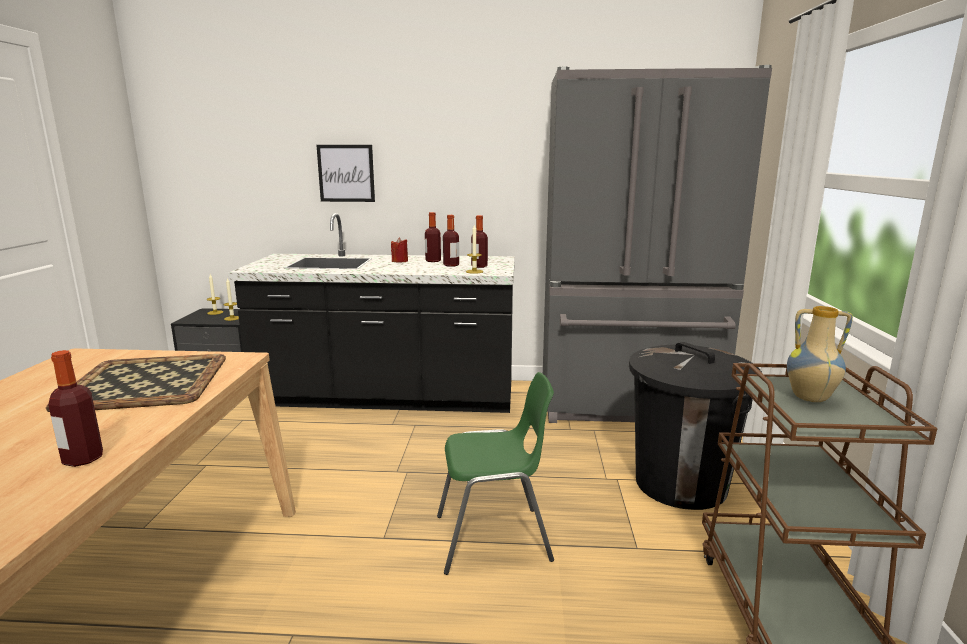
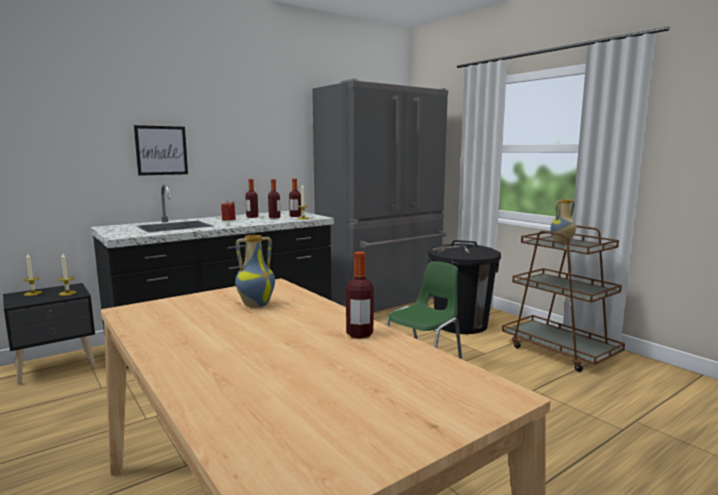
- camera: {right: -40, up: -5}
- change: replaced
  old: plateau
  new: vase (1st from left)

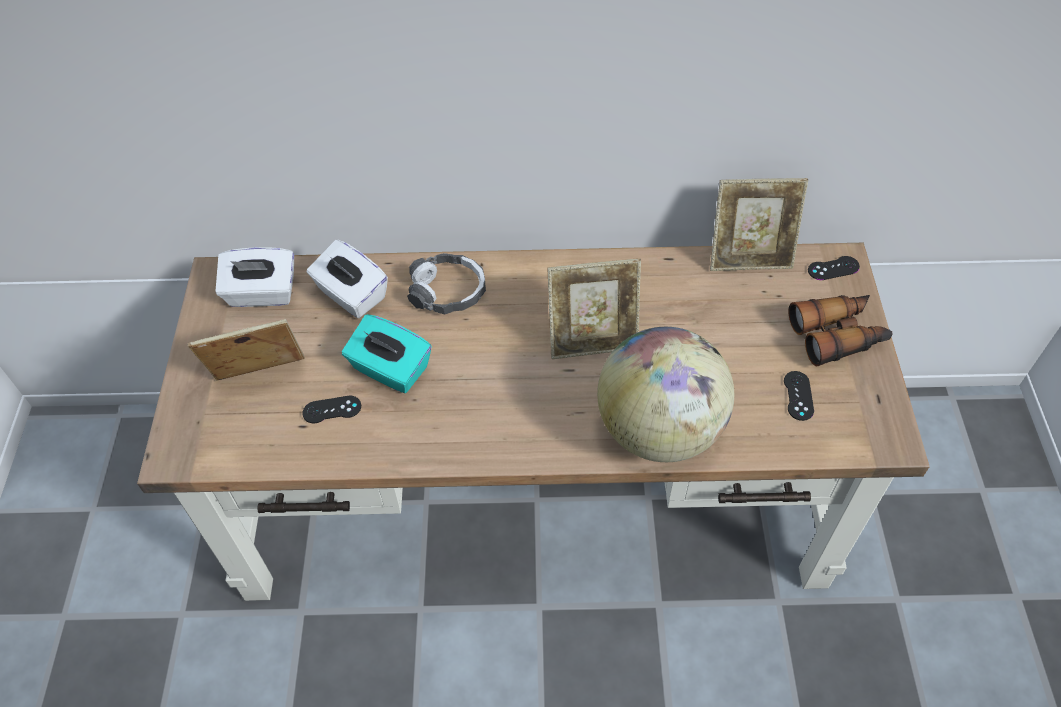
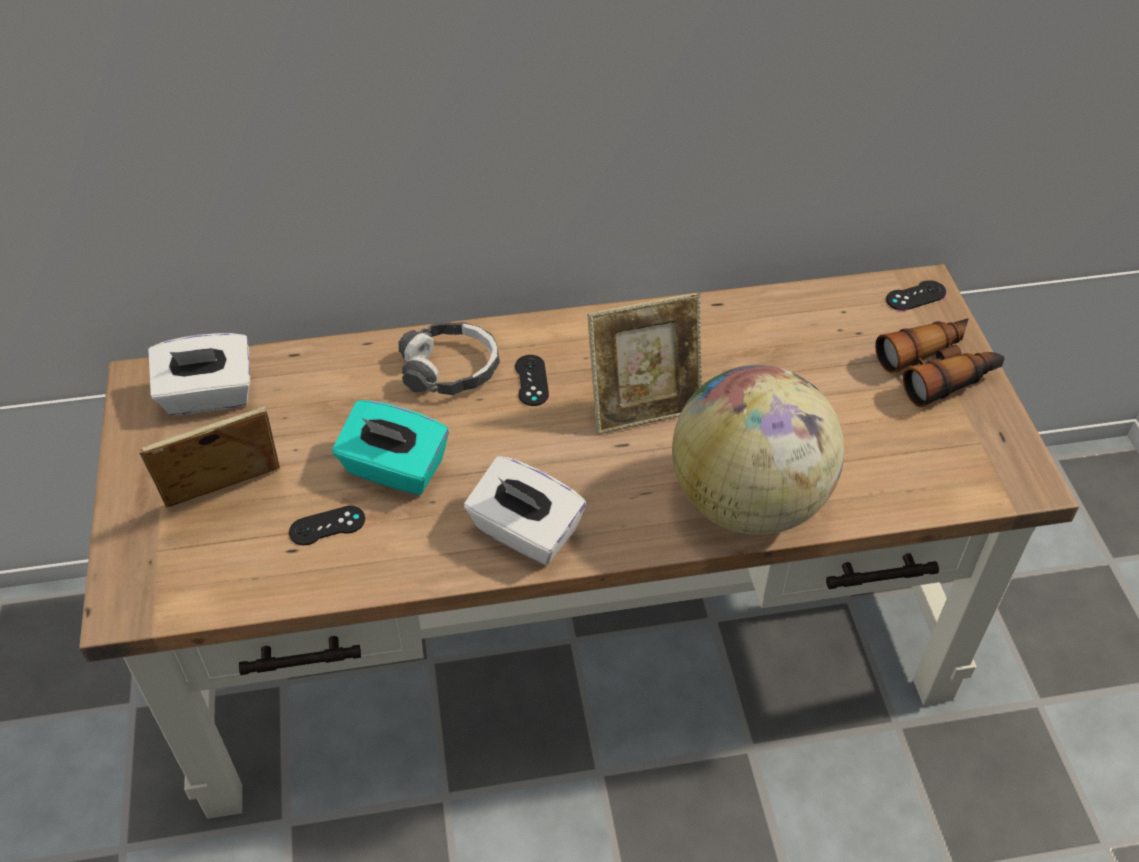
- camera: {right: -10, up: -5}
- change: moved
  old: boîte à mouchoirs [blanc] (2nd from left)
- change: removed
  old: cadre photo (3rd from left)
- change: moved
  old: manette [noir] (2nd from left)

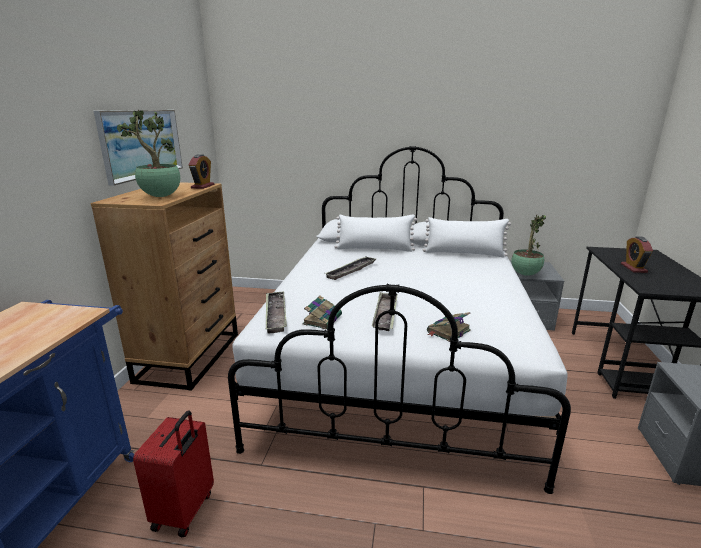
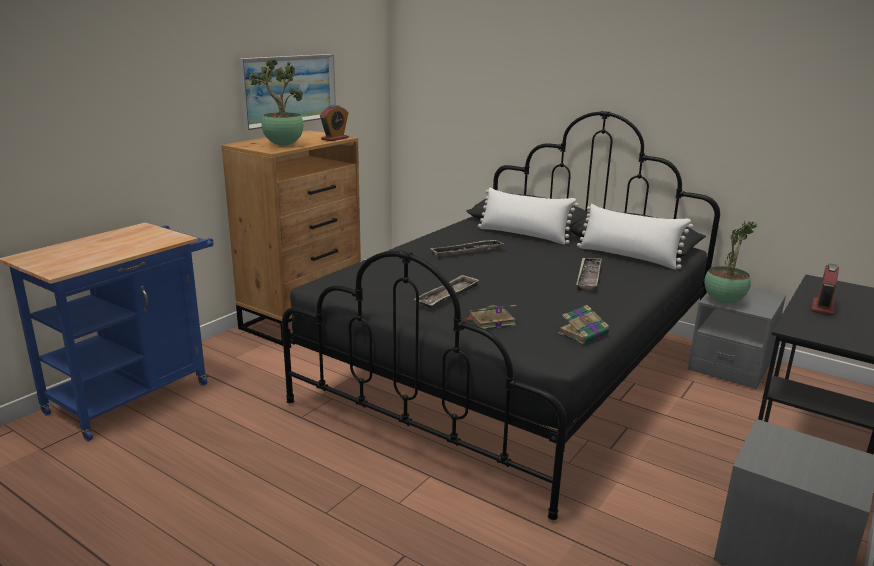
- camera: {right: 25, up: 0}
- change: removed
  old: valise [rouge]
- change: recoloured
  old: lit [blanc]
  new: lit [noir]
- change: moved
  old: plateau (1st from left in the first image)
  new: plateau (3rd from left)
- change: moved
  old: livre (1st from left in the first image)
  new: livre (2nd from left)

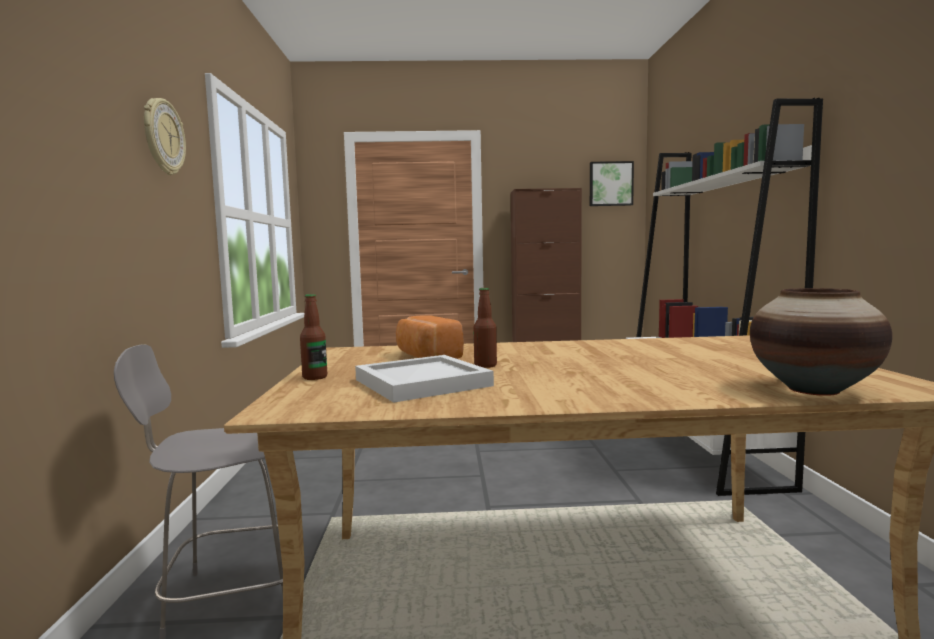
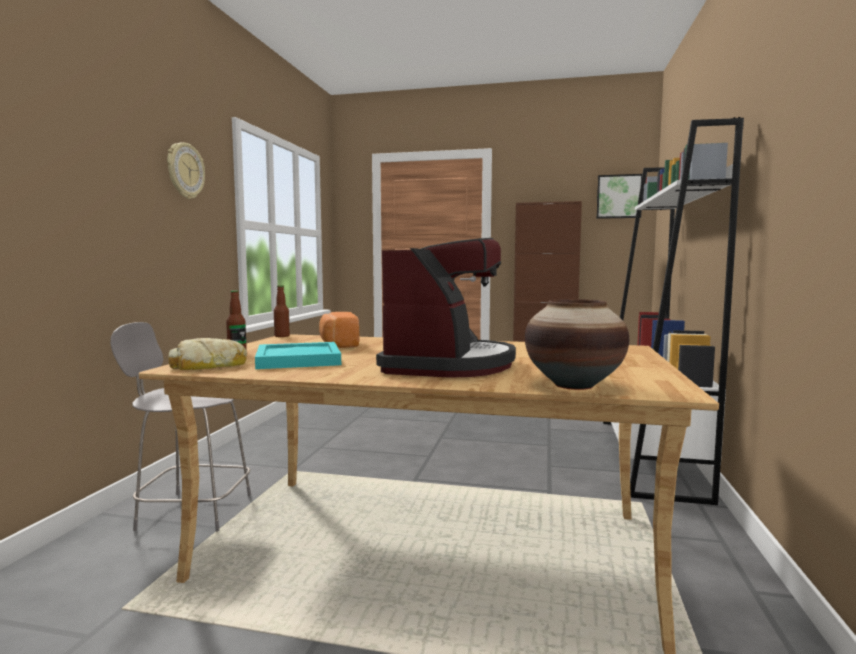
- camera: {right: 15, up: 0}
- change: recoloured
  old: plateau [blanc]
  new: plateau [turquoise]
- change: moved
  old: bouteille (2nd from left)
- change: added
  new: pain (1st from left)
- change: added
  new: machine à café

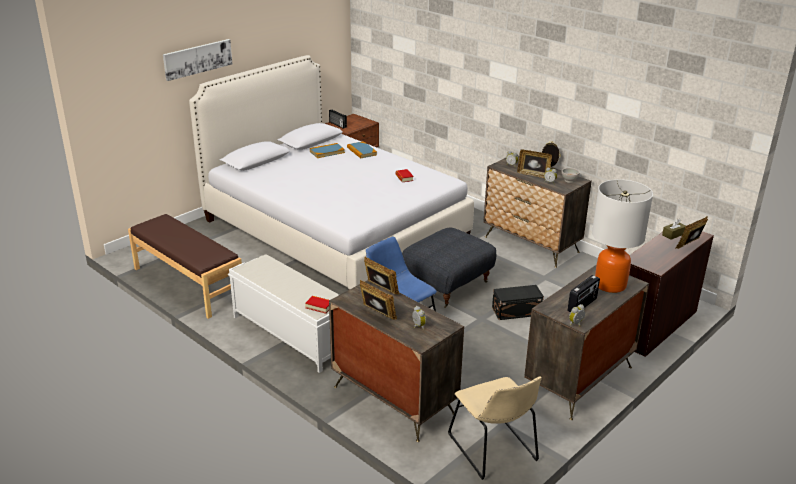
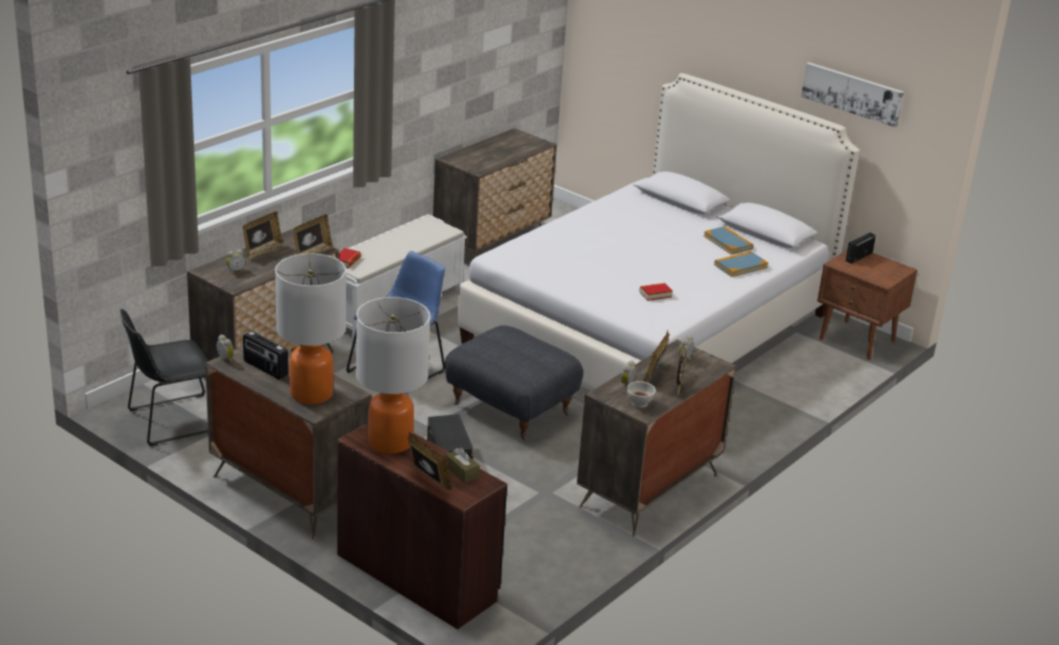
- camera: {right: 85, up: 0}
- change: replaced
  old: banc [marron]
  new: commode (3rd from left)
- change: moved
  old: tableau
- change: recoloured
  old: chaise [beige]
  new: chaise [noir]
- change: added
  new: lampe de table (2nd from left)

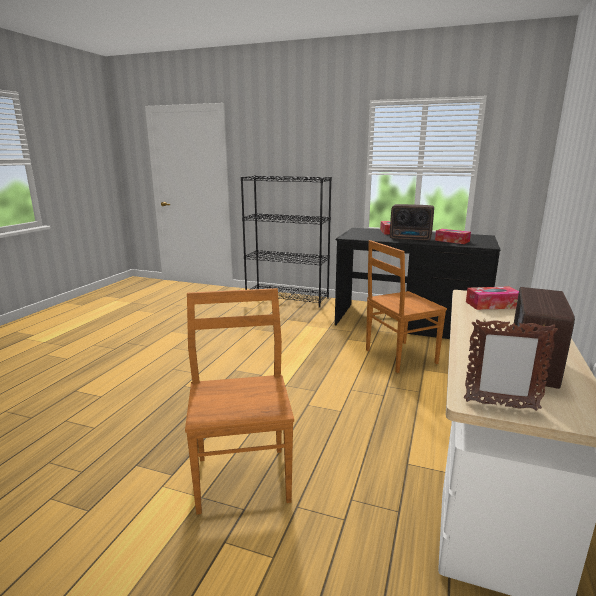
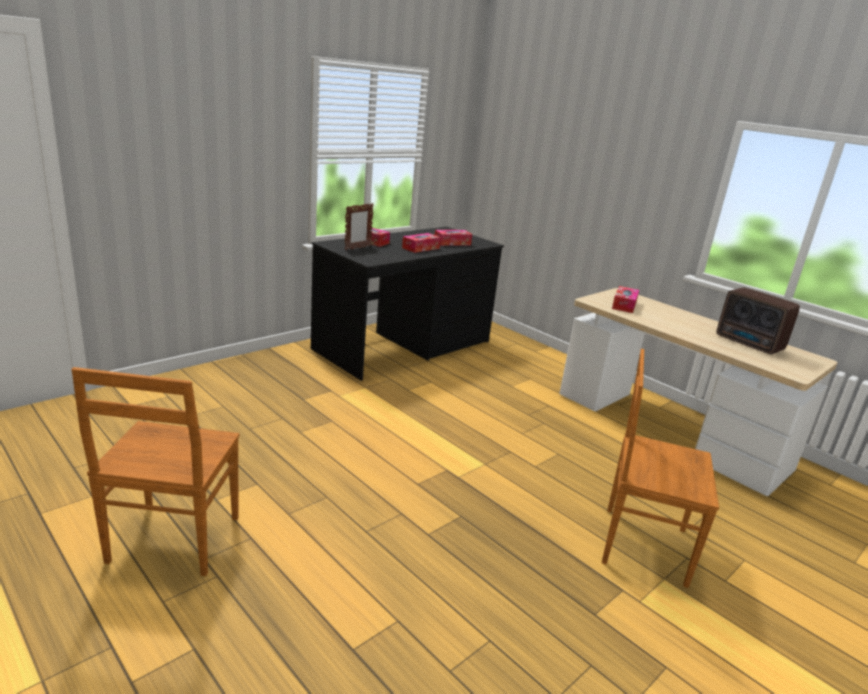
- camera: {right: -65, up: 5}
- change: removed
  old: bibliothèque [noir]
- change: moved
  old: chaise [marron] (2nd from left in the first image)
  new: chaise [marron] (1st from left)
- change: replaced
  old: radio (1st from left)
  new: boîte à mouchoirs (2nd from left)
- change: moved
  old: cadre photo

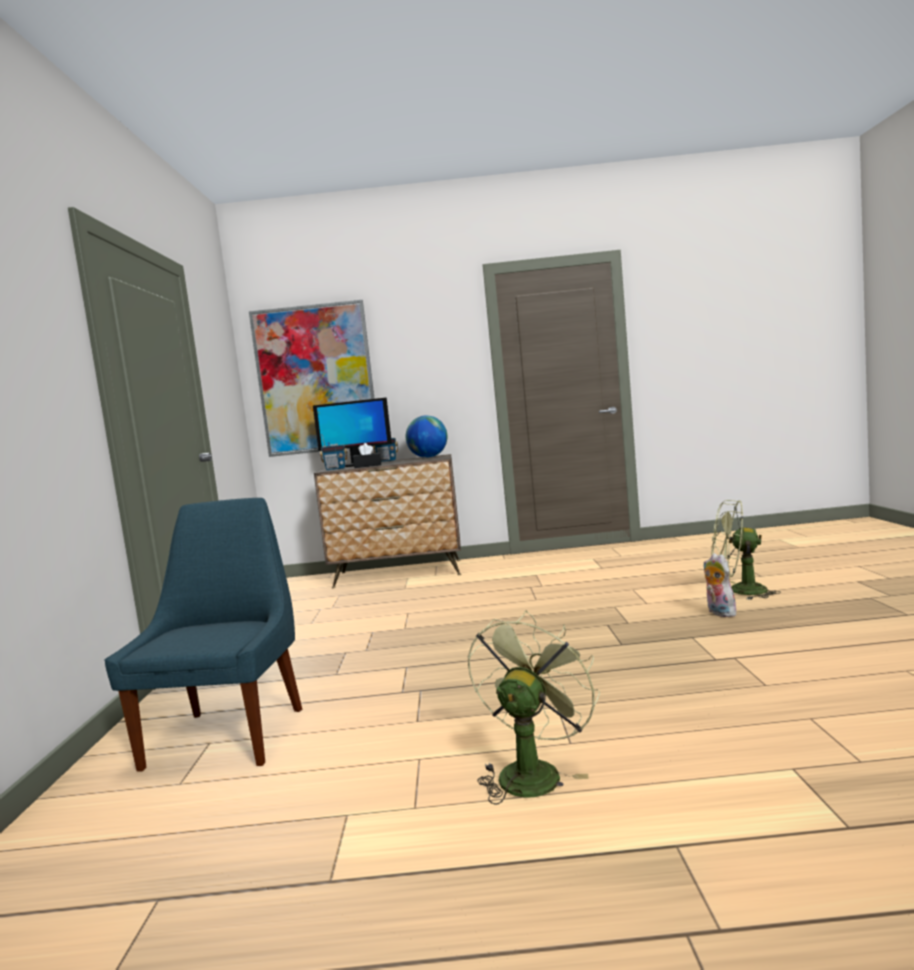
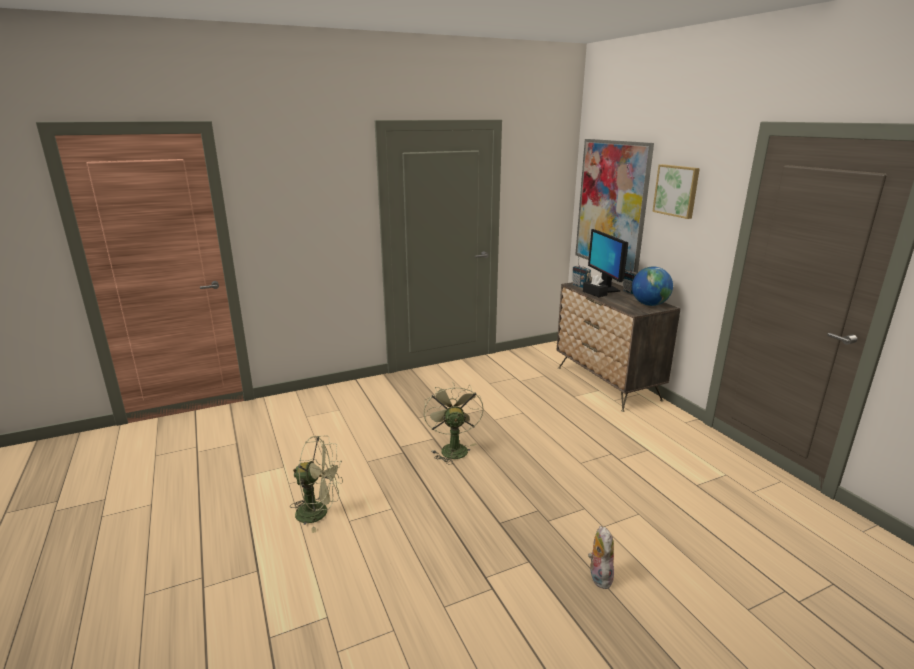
- camera: {right: 65, up: 15}
- change: removed
  old: chaise [bleu]
- change: turned
  old: peluche
  degrees: -45
- change: moved
  old: ventilateur [vert] (2nd from left)
- change: added
  new: tableau (2nd from left)

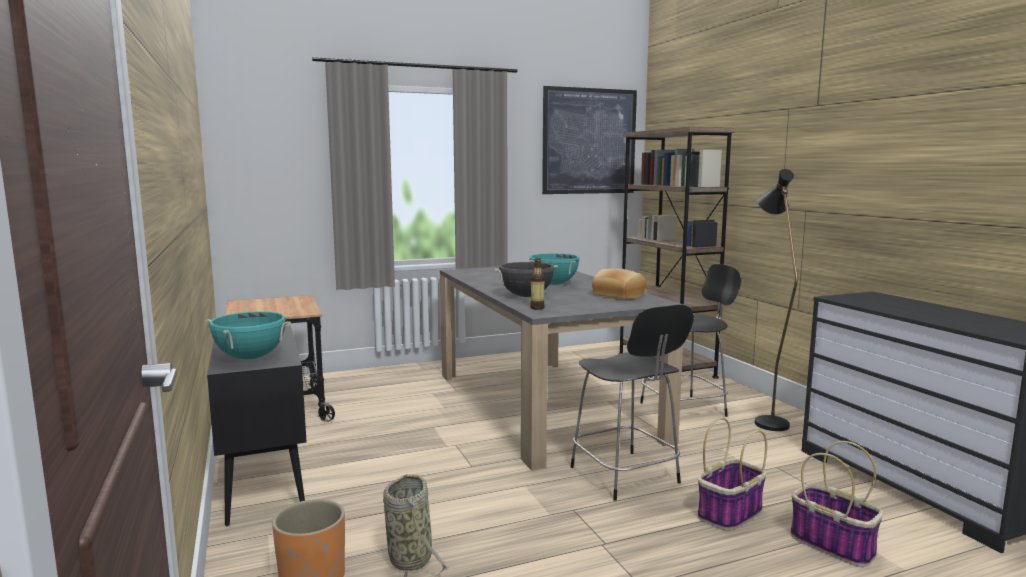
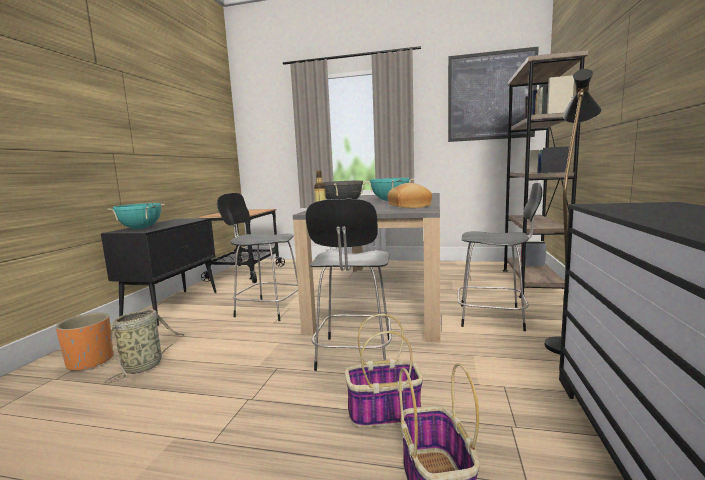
- camera: {right: 35, up: 0}
- change: added
  new: chaise [noir] (1st from left)

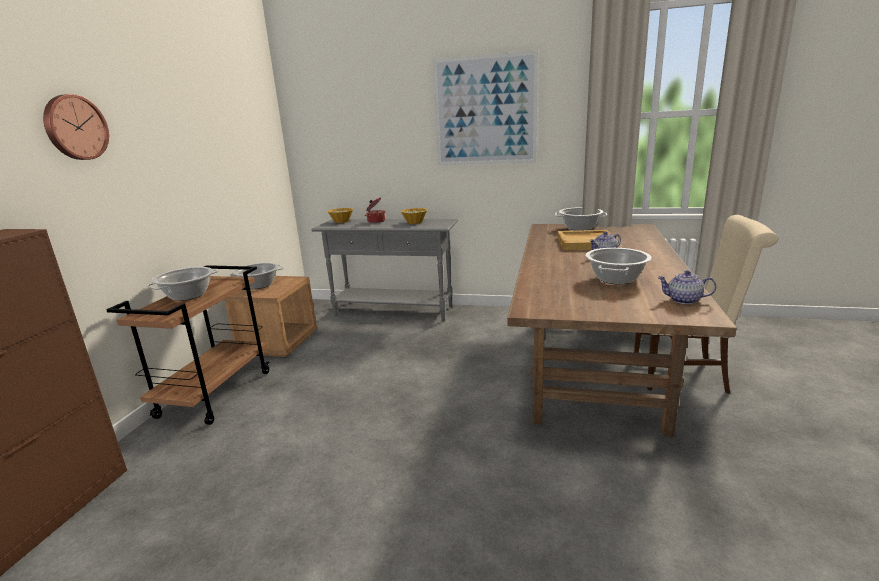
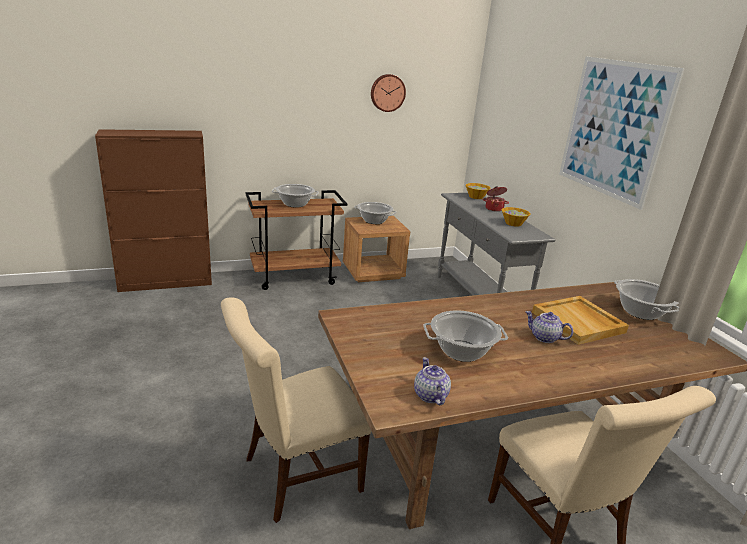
- camera: {right: 55, up: 5}
- change: moved
  old: horloge murale
- change: added
  new: chaise [beige] (1st from left)

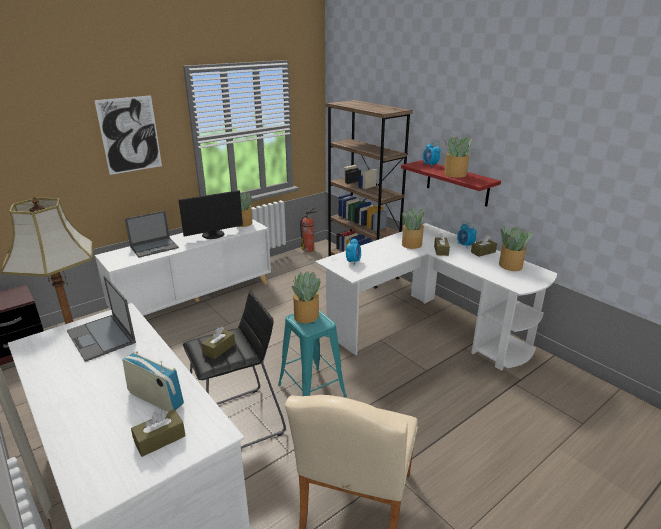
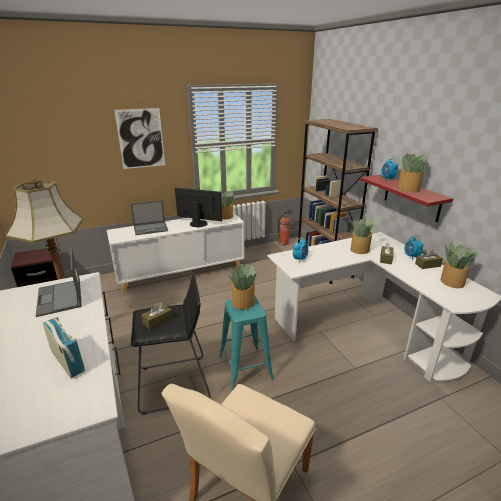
- camera: {right: 15, up: 0}
- change: removed
  old: boîte à mouchoirs [marron] (1st from left)
- change: turned
  old: écran d'ordinateur
  degrees: -150

